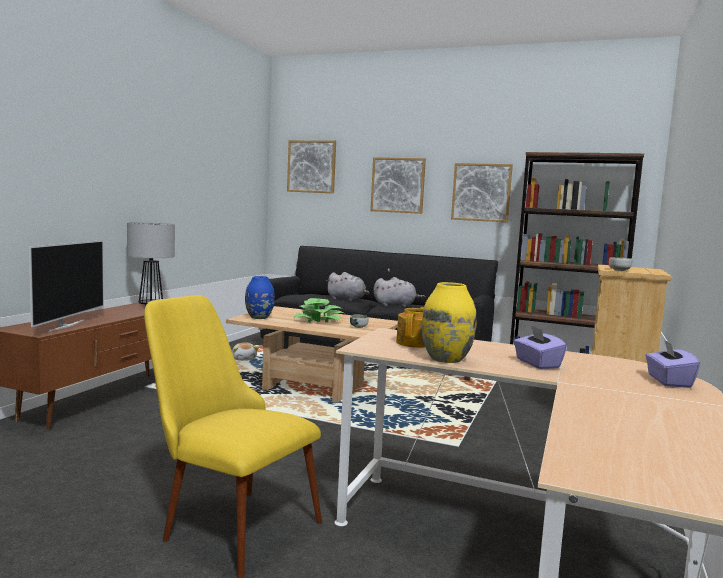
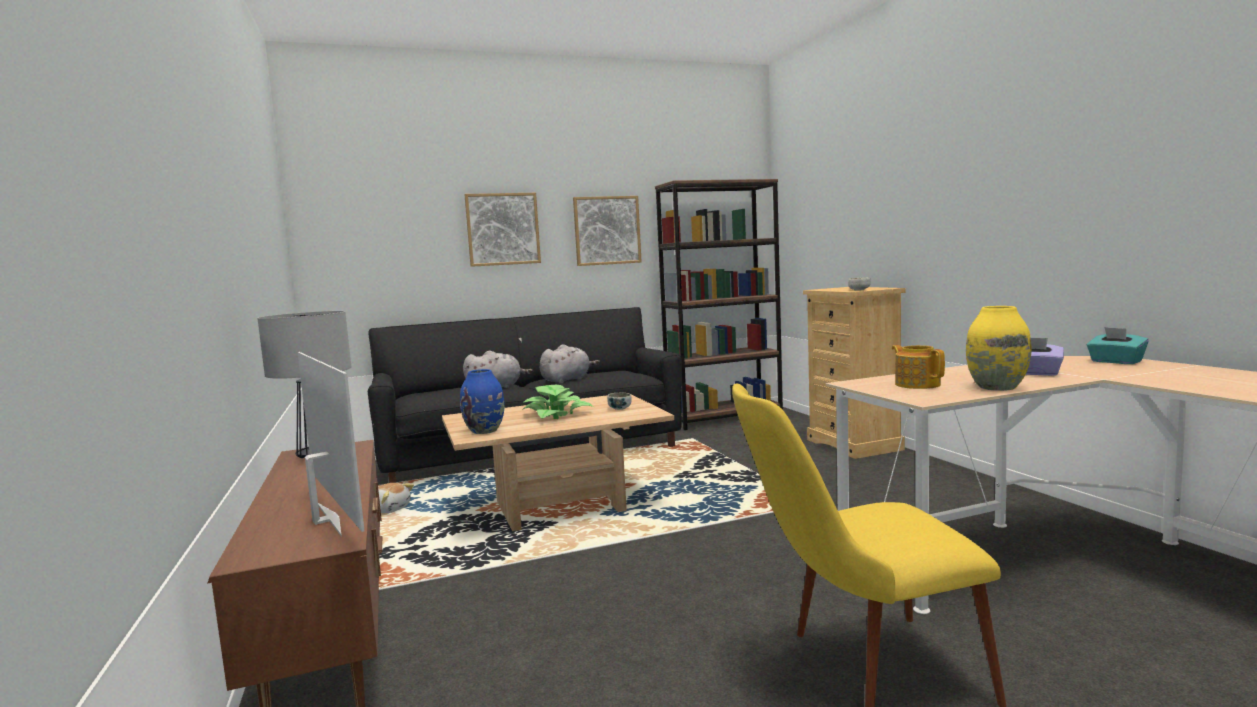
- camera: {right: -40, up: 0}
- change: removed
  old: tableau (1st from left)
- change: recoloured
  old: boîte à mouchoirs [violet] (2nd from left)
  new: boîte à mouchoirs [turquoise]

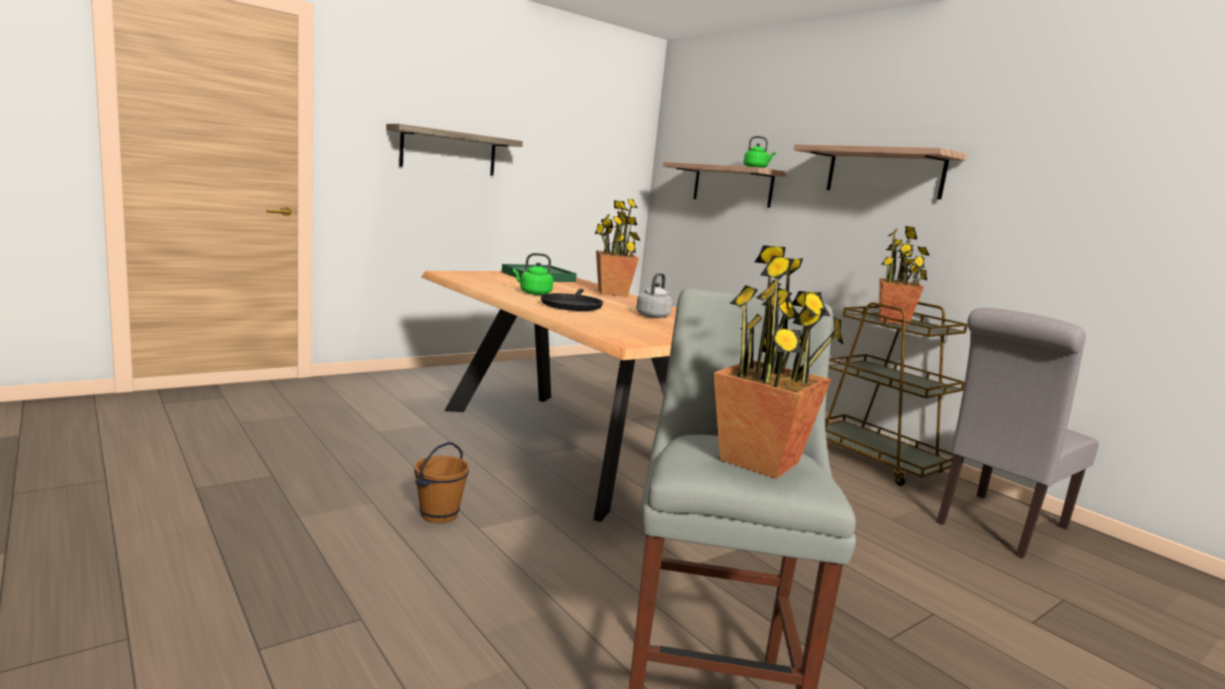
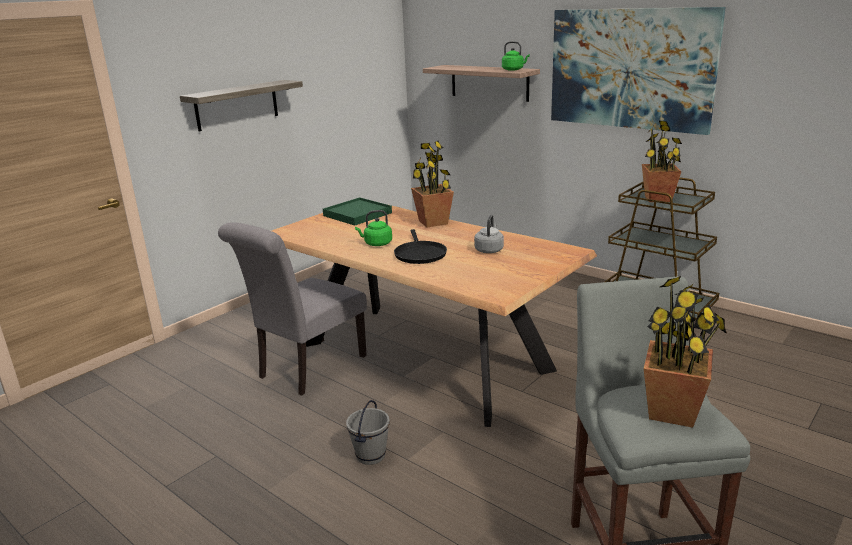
- camera: {right: -10, up: 10}
- change: recoloured
  old: seau [marron]
  new: seau [gris]
- change: replaced
  old: étagère (3rd from left)
  new: tableau
- change: moved
  old: chaise [gris]

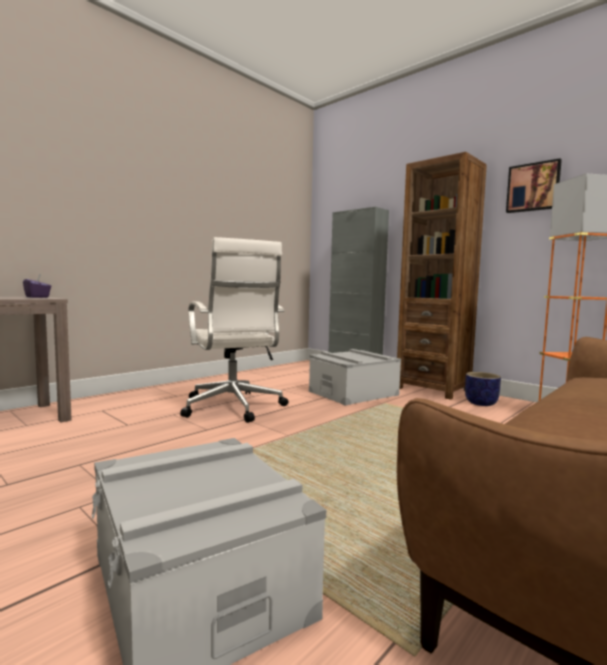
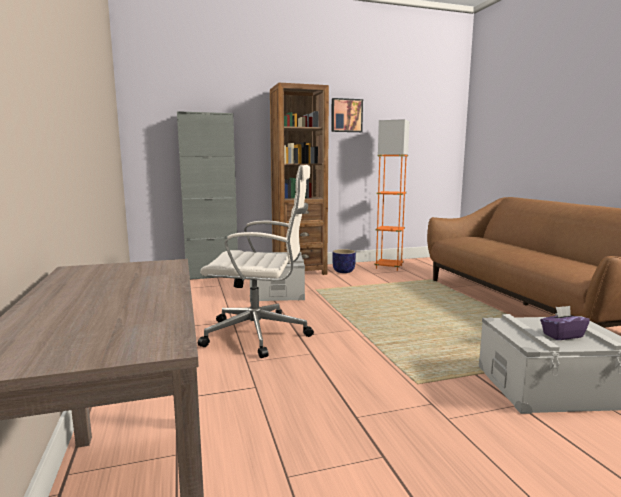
- camera: {right: -60, up: 5}
- change: moved
  old: boîte à mouchoirs [violet]

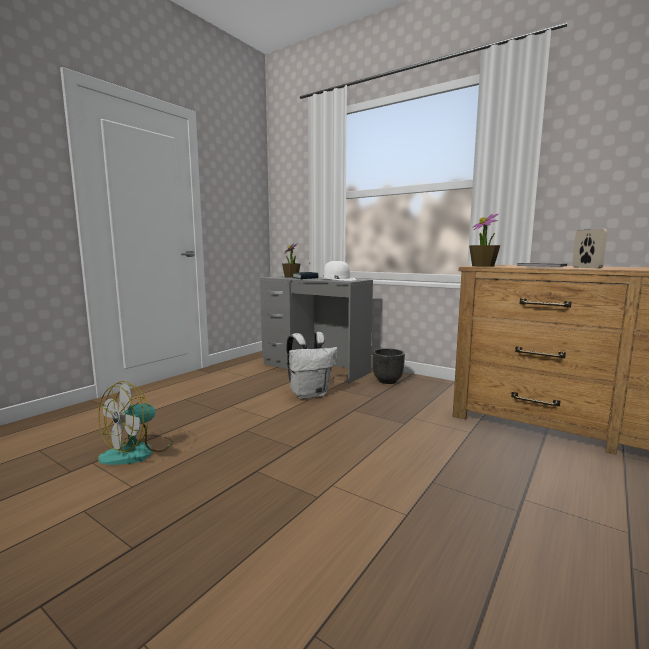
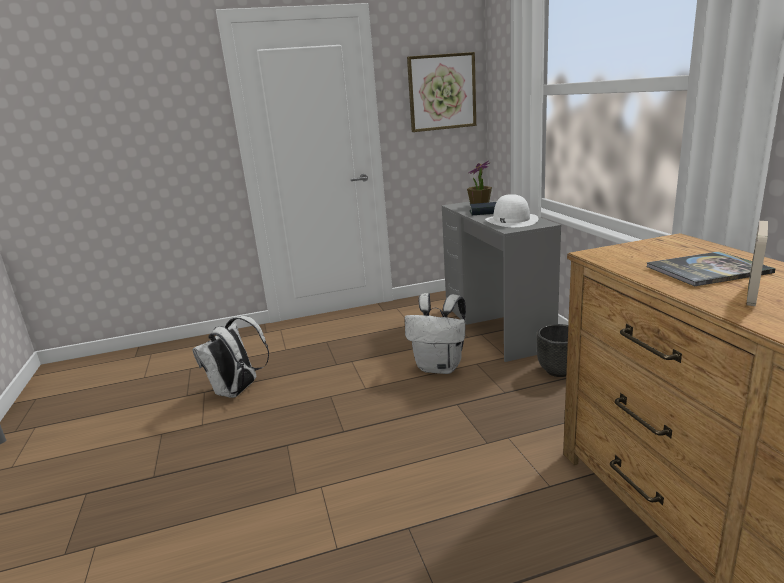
- camera: {right: 40, up: 10}
- change: replaced
  old: ventilateur
  new: sac à dos [blanc] (1st from left)
- change: removed
  old: plante en pot (2nd from left)
- change: added
  new: tableau

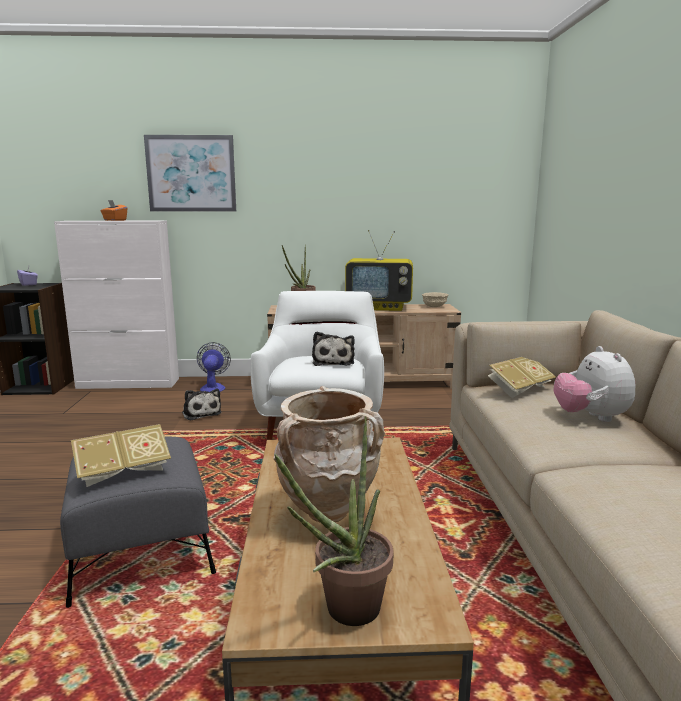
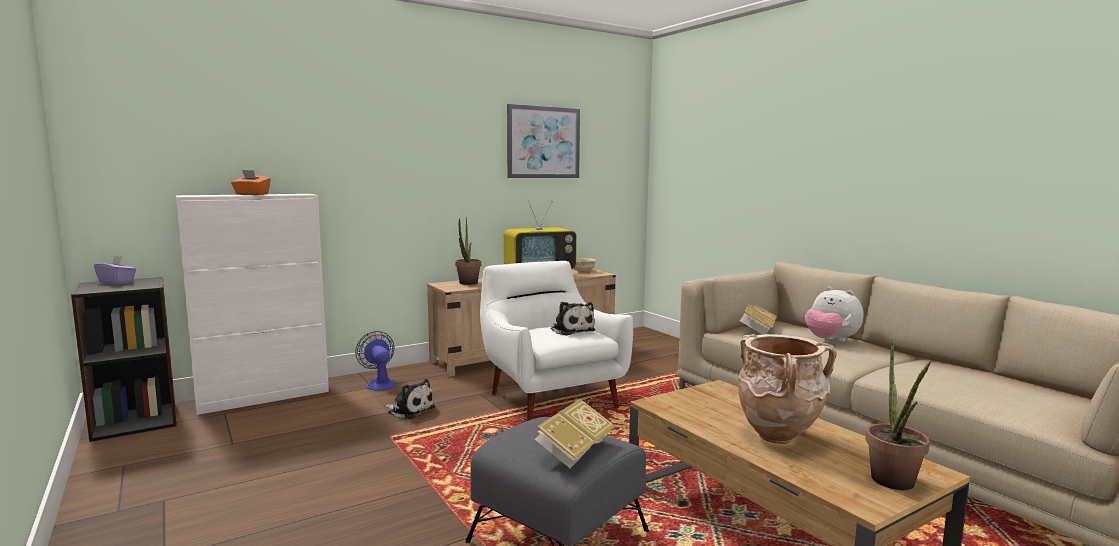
- camera: {right: -30, up: -5}
- change: moved
  old: tableau

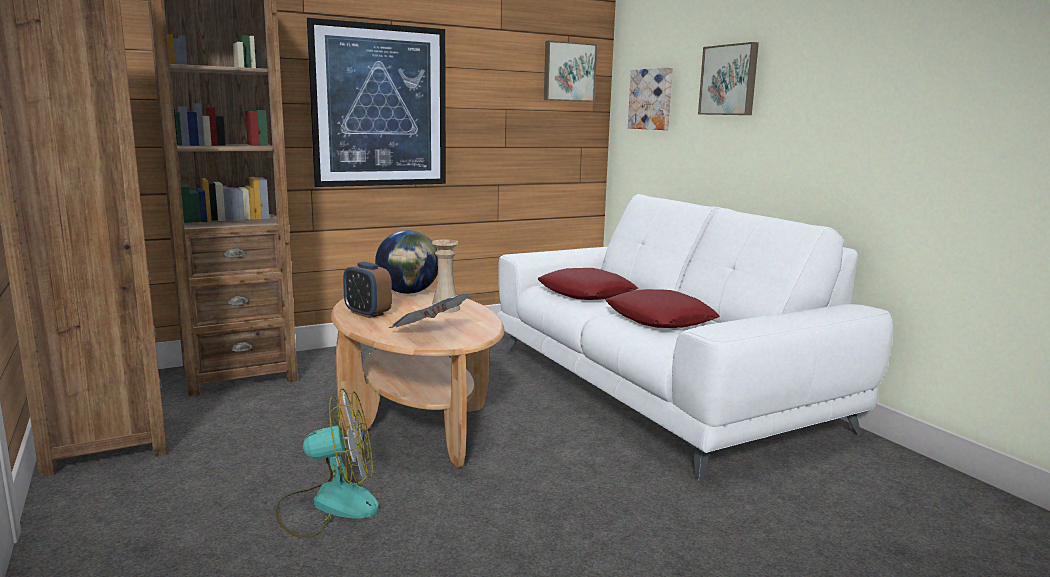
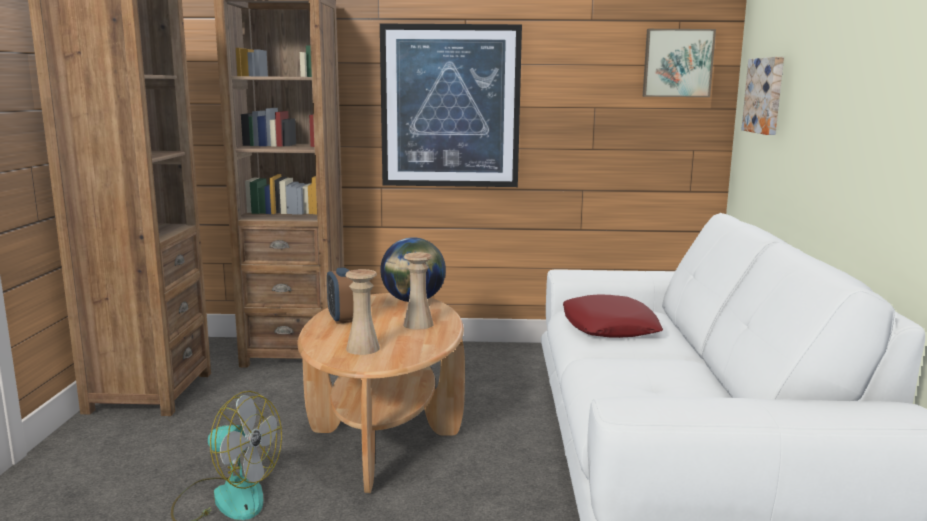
- camera: {right: 30, up: 0}
- change: replaced
  old: journal
  new: vase [beige] (1st from left)
- change: removed
  old: coussin [rouge] (2nd from left)
- change: removed
  old: tableau (4th from left)

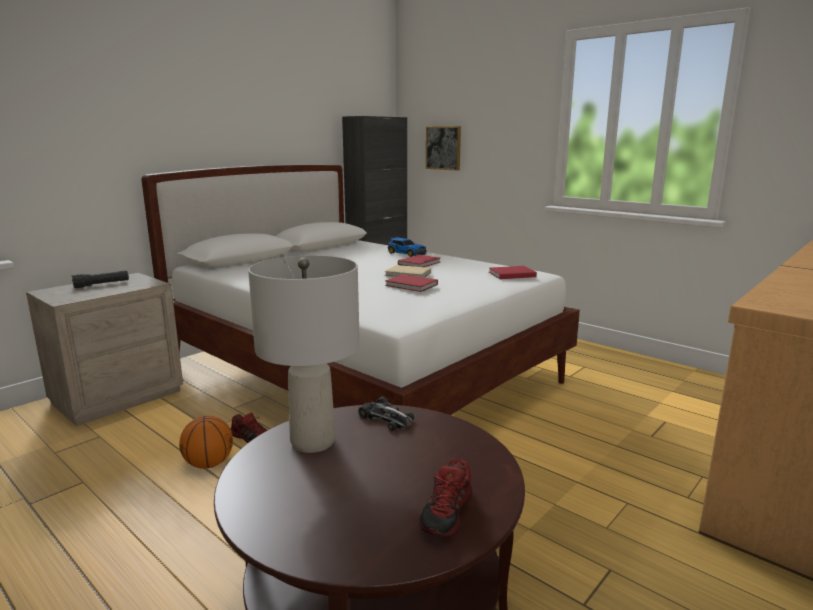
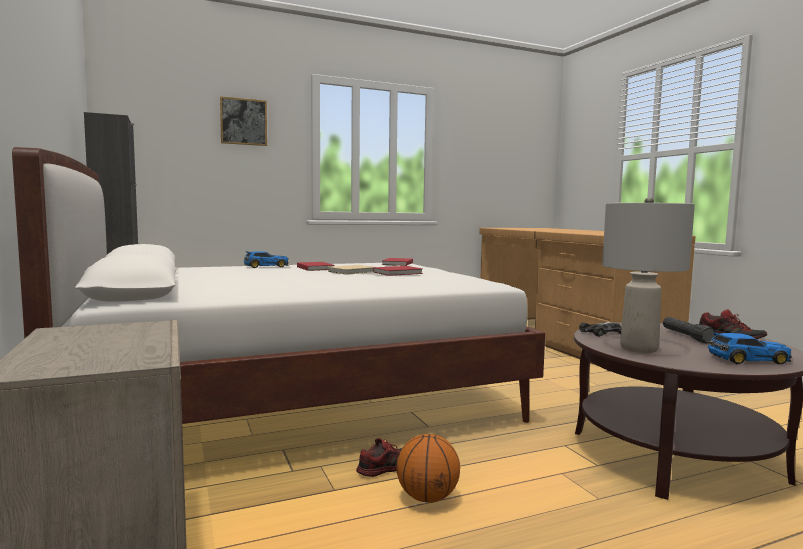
- camera: {right: -65, up: -10}
- change: moved
  old: lampe de poche [noir]
- change: moved
  old: tableau
- change: added
  new: petite voiture (3rd from left)

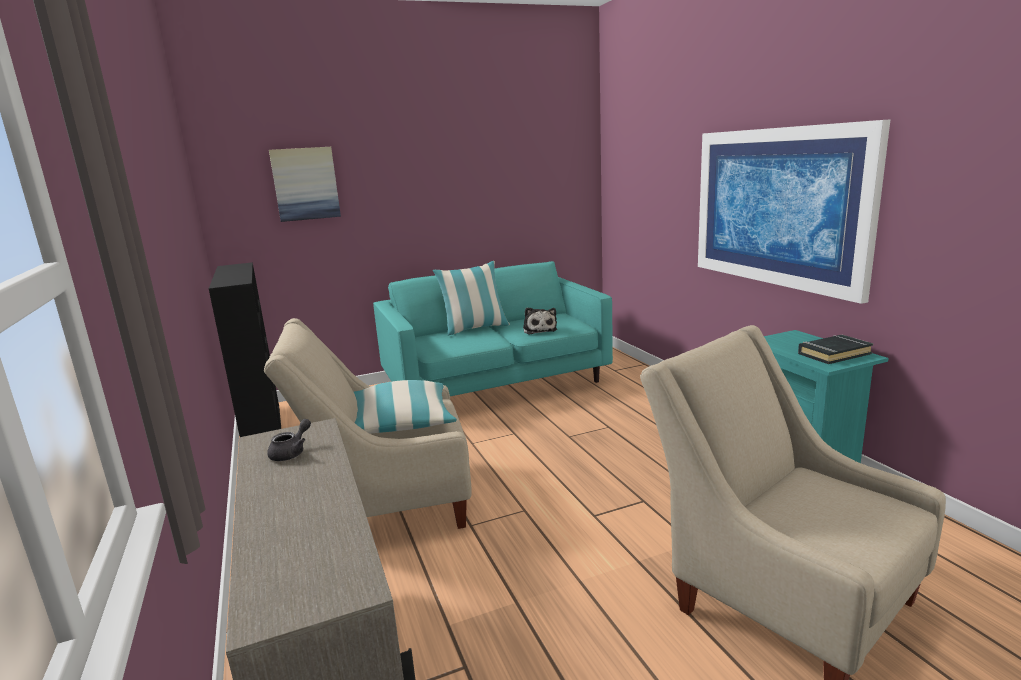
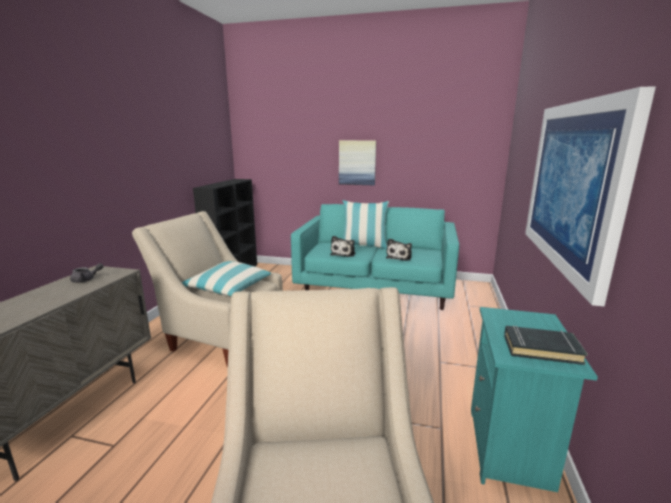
- camera: {right: 35, up: 0}
- change: moved
  old: tableau (1st from left)
- change: added
  new: peluche (1st from left)

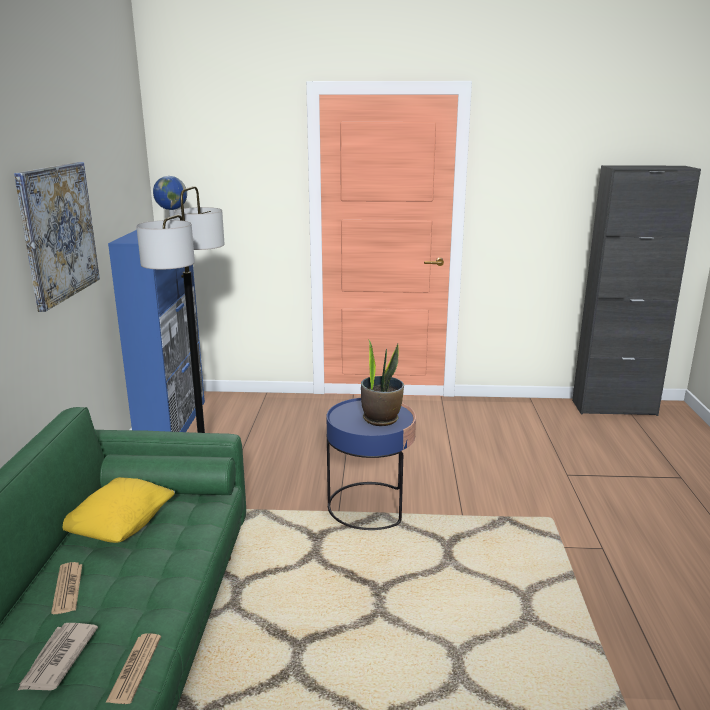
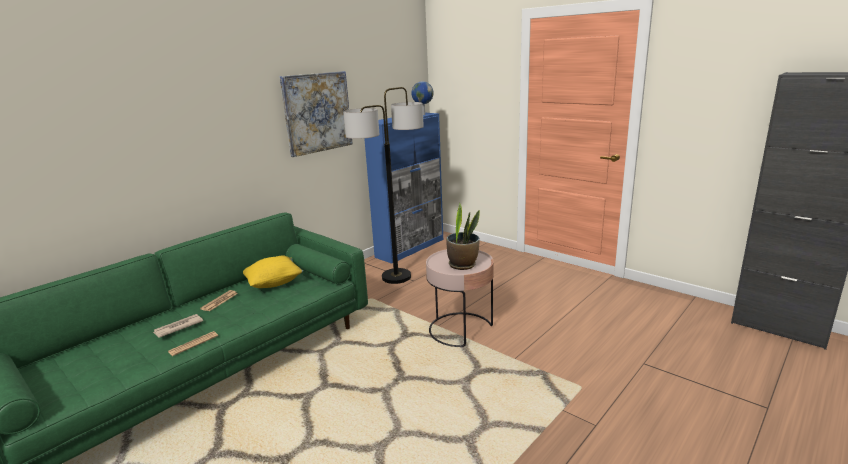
- camera: {right: 40, up: 0}
- change: recoloured
  old: table d'appoint [bleu]
  new: table d'appoint [rose]

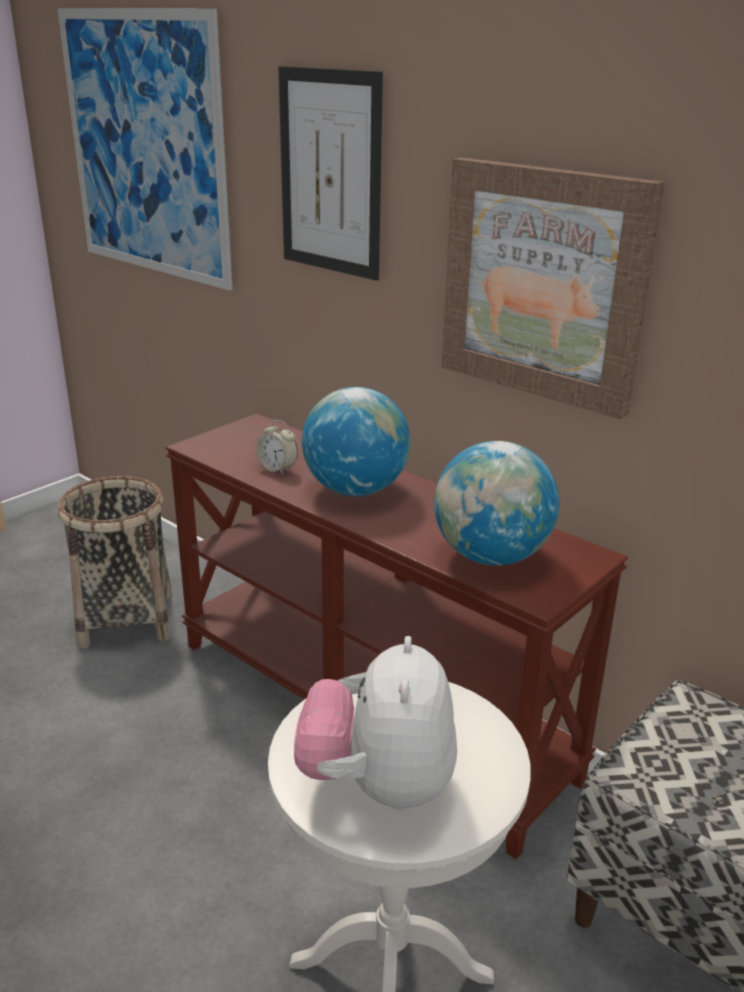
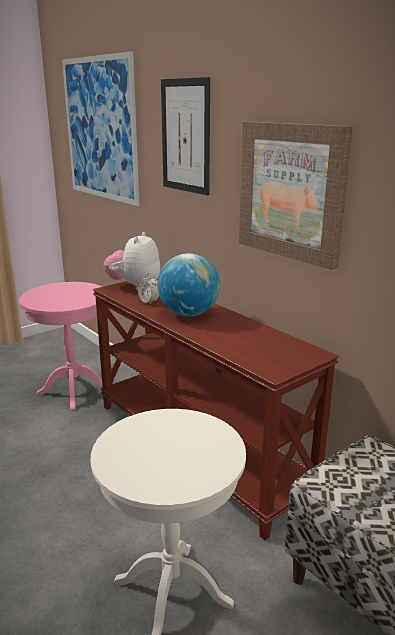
- camera: {right: 10, up: -5}
- change: replaced
  old: panier
  new: table d'appoint [rose]
- change: moved
  old: peluche
- change: removed
  old: globe (2nd from left)

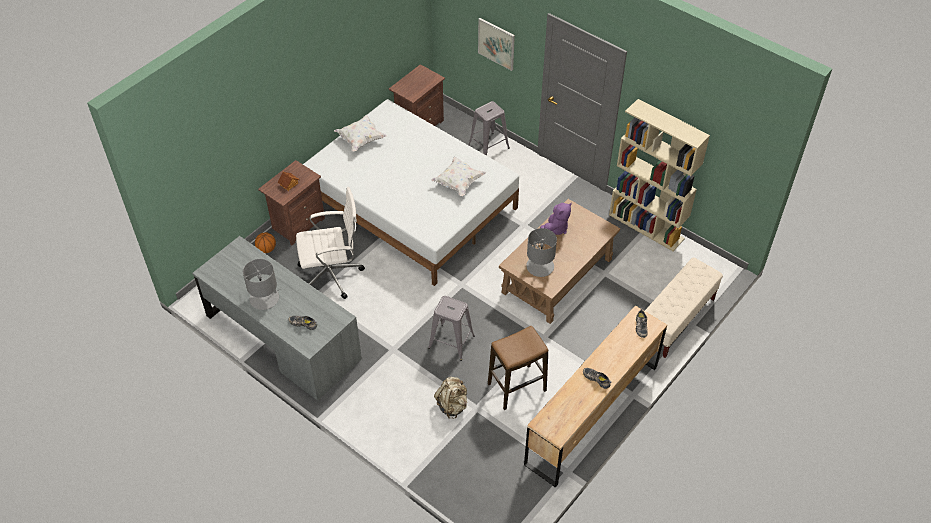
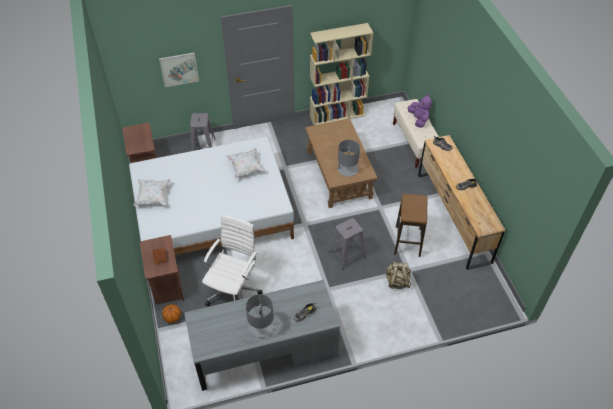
- camera: {right: -55, up: 0}
- change: moved
  old: peluche [violet]

